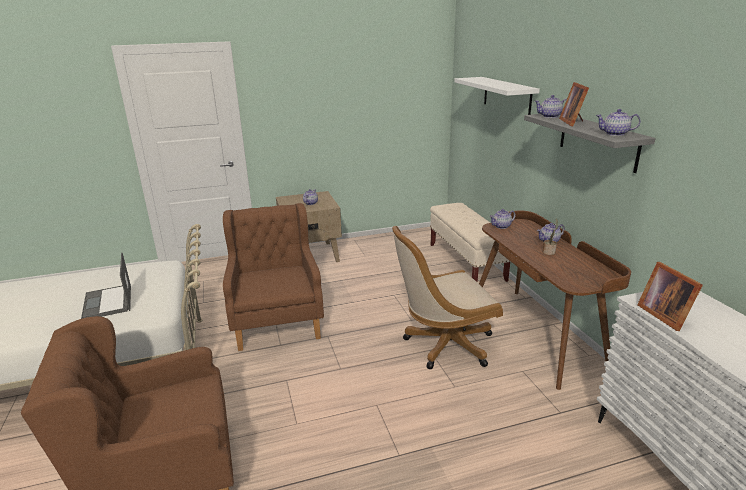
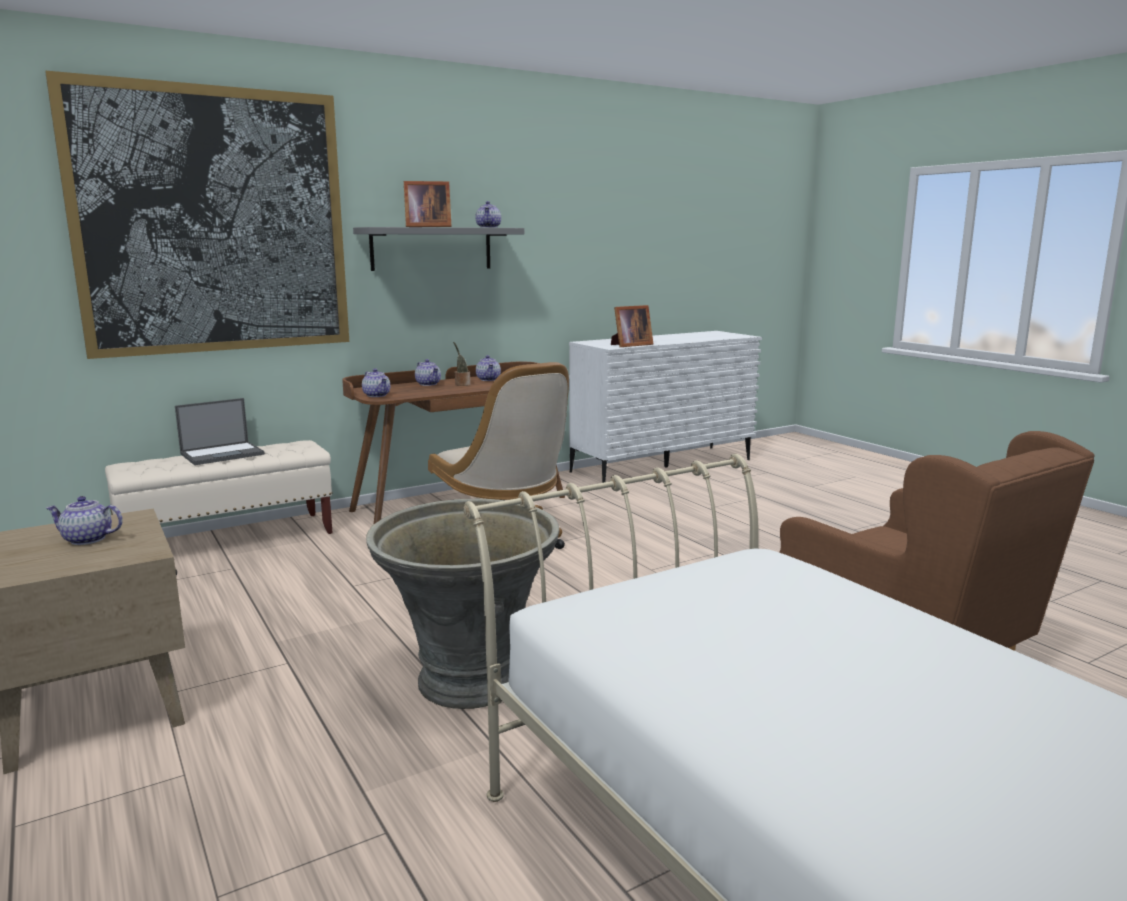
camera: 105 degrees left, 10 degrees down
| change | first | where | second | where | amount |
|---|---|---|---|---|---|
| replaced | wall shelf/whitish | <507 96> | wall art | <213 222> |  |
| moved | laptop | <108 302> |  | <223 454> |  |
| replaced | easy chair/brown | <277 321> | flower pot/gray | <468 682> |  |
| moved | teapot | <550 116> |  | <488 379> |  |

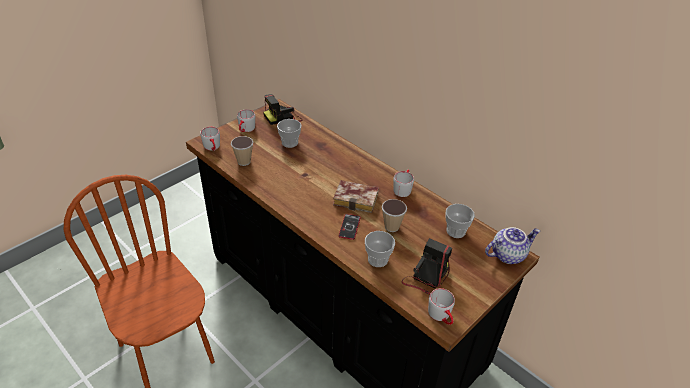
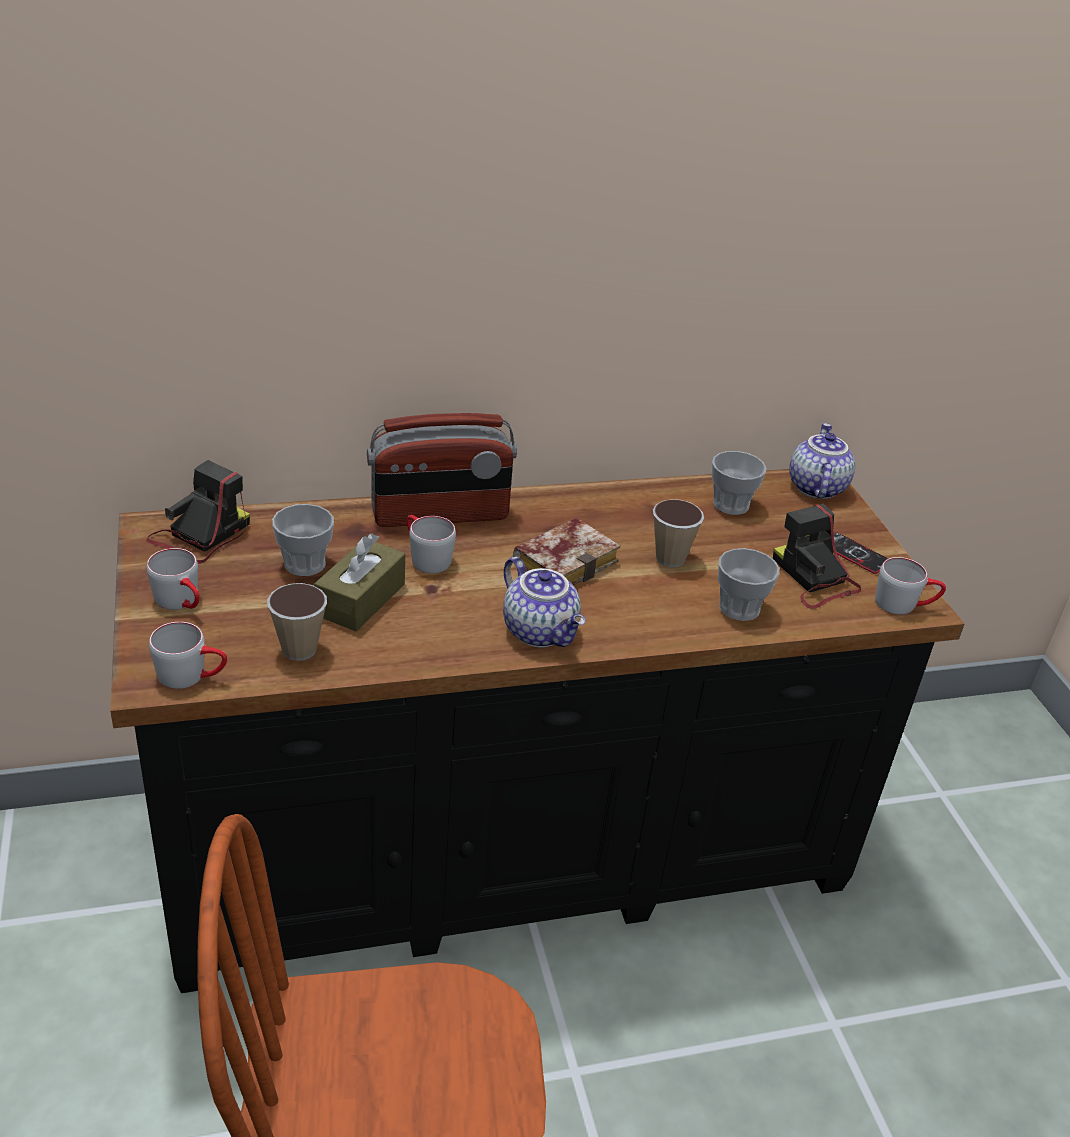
camera: 60 degrees left, 5 degrees down
| change | first | where | second | where | amount |
|---|---|---|---|---|---|
| turned | still camera | <283 117> |  | <201 536> | 150 degrees counterclockwise |
| added |  |  | box of tissues/brown | <360 599> |  |
| added |  |  | radio set | <440 515> |  |
| moved | coffee mug/gray | <403 188> |  | <425 557> |  |
| added |  |  | teapot | <541 631> |  |
| moved | telephone | <349 227> |  | <854 554> |  |

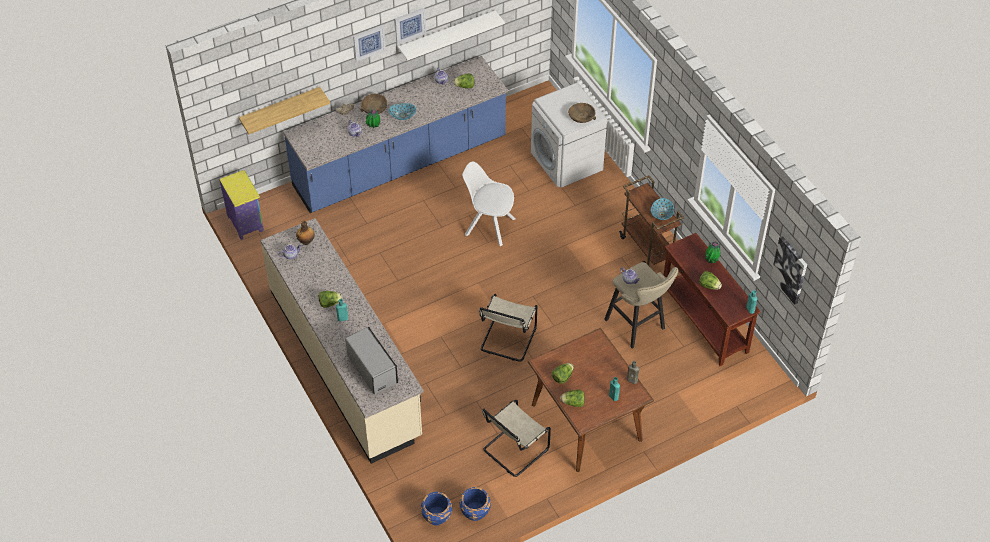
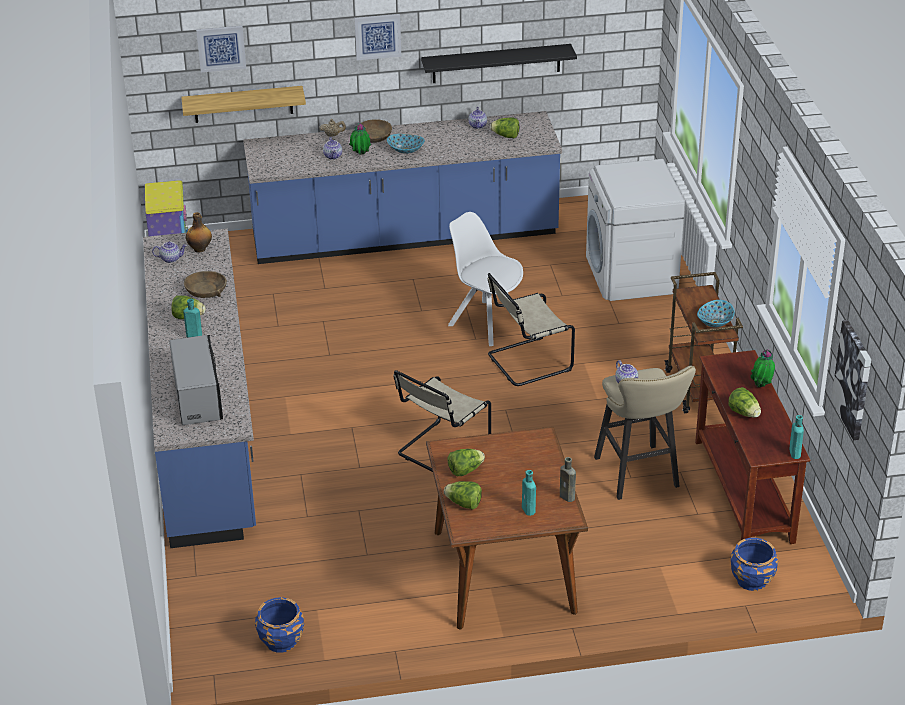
camera: 20 degrees right, 15 degrees down
| change | first | where | second | where | amount |
|---|---|---|---|---|---|
| recoloured | kitchen base unit/sand-coloured | <345 362> | kitchen base unit/blue-coloured | <205 428> |  |
| moved | deep dish/brown | <581 116> |  | <206 290> |  |
| moved | wall art | <410 25> |  | <221 48> |  |
| recoloured | wall shelf/whitish | <447 36> | wall shelf/blackish | <496 63> |  |
| moved | plain chair/sand-coloured | <514 450> |  | <526 363> |  |
| moved | flower pot/blue-coloured | <436 516> |  | <751 580> |  |

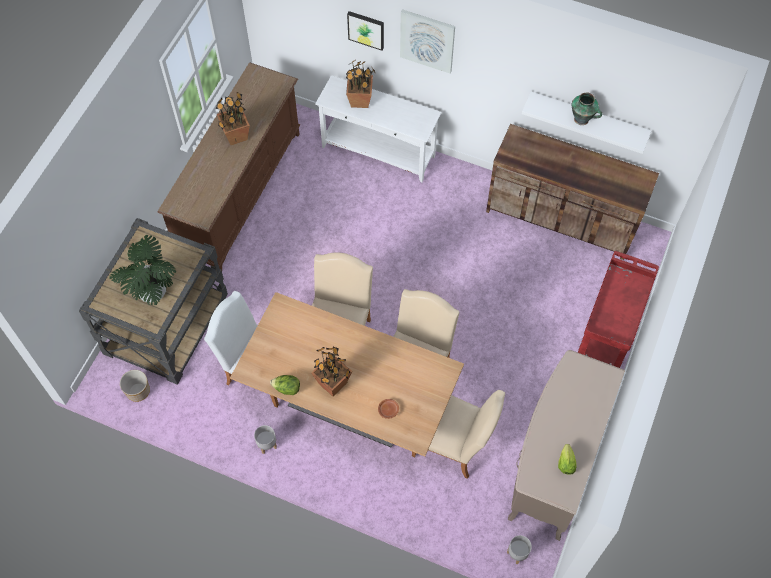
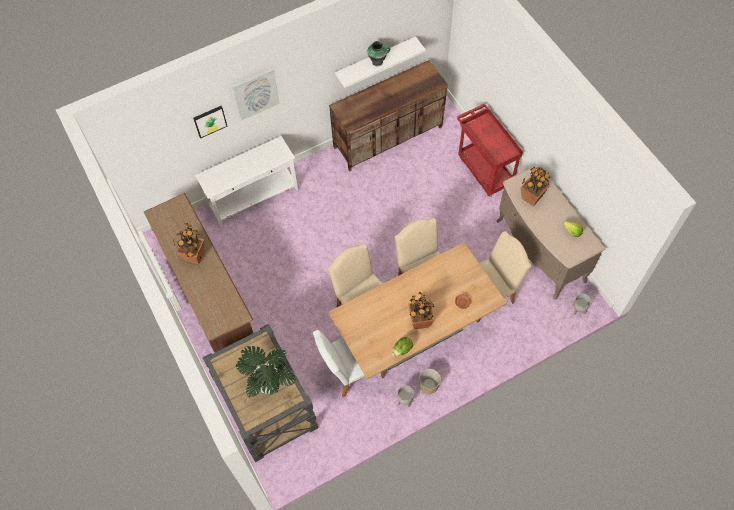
camera: 50 degrees left, 0 degrees up
| change | first | where | second | where | amount |
|---|---|---|---|---|---|
| moved | flower pot | <137 391> |  | <428 385> |  |
| moved | plant in a pot | <360 100> |  | <531 197> |  |

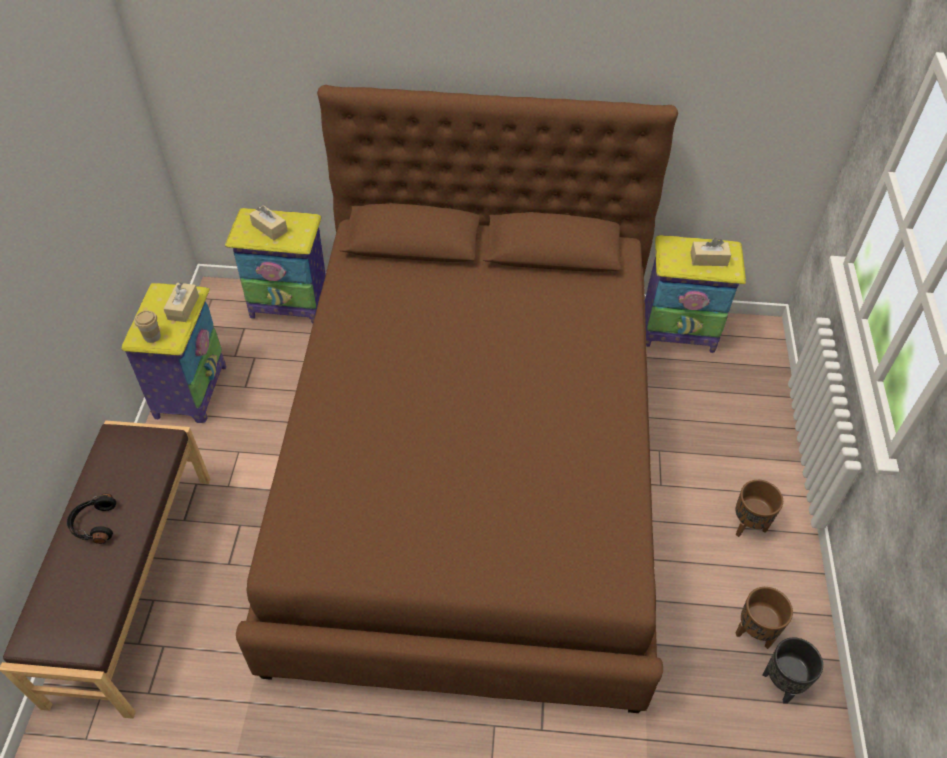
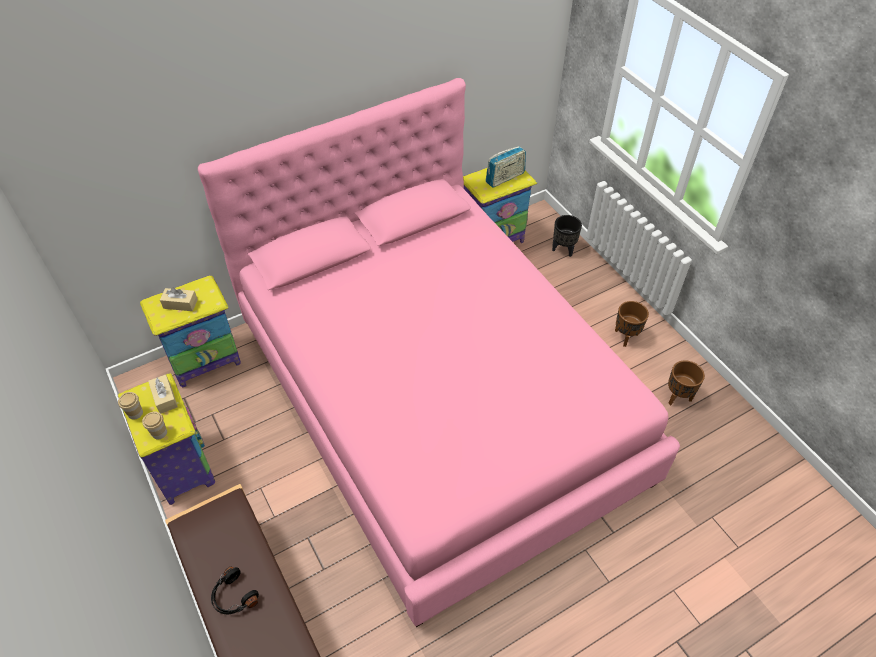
camera: 35 degrees left, 0 degrees up
| change | first | where | second | where | amount |
|---|---|---|---|---|---|
| added |  |  | small cup | <135 413> |  |
| recoloured | bedroom bed/brown | <473 468> | bedroom bed/pinkish | <437 399> |  |
| replaced | box of tissues/sand-coloured | <708 259> | radio set | <505 178> |  |
| moved | flower pot/blackish | <782 683> |  | <563 249> |  |

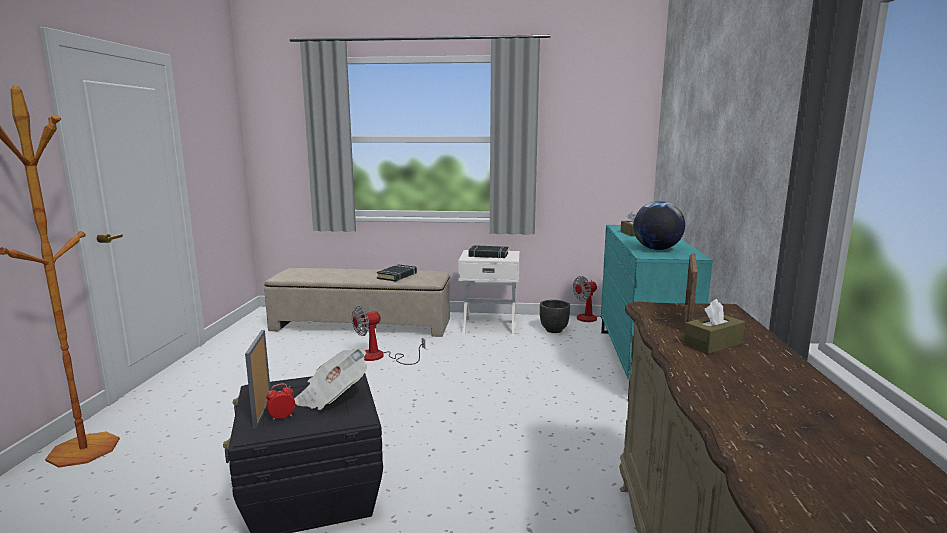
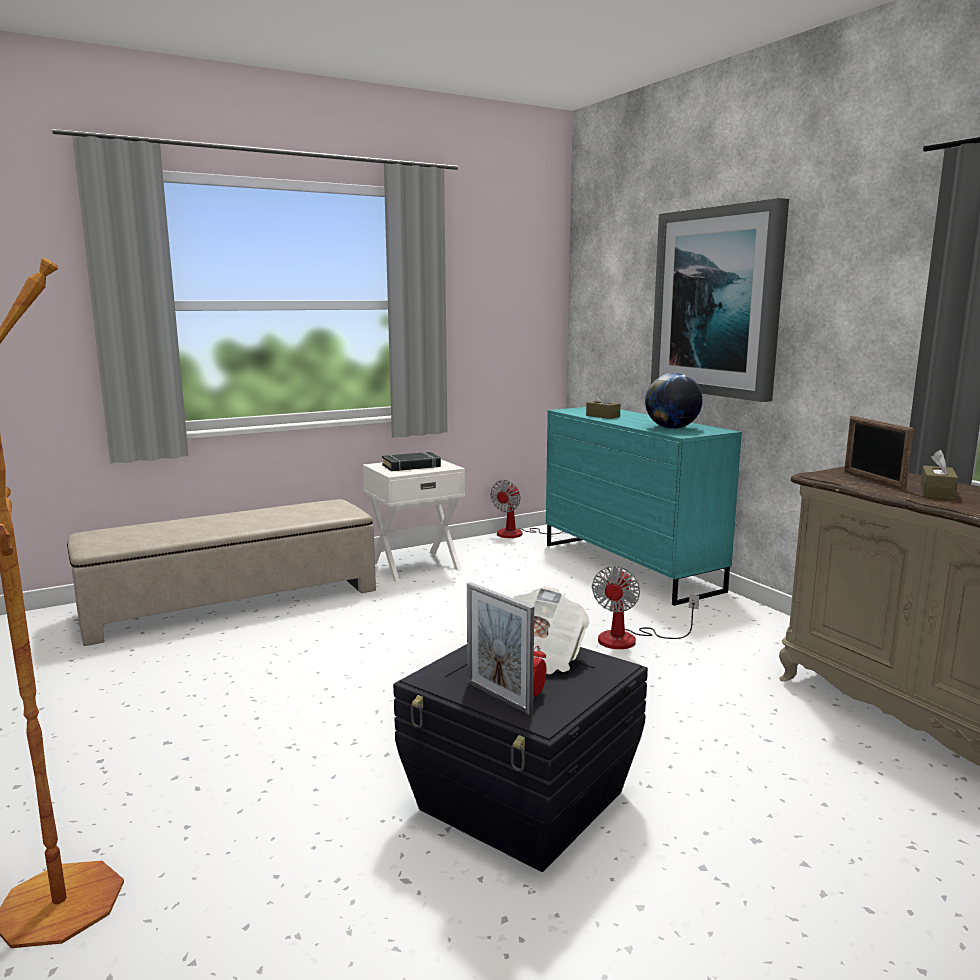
camera: 35 degrees left, 0 degrees up
| change | first | where | second | where | amount |
|---|---|---|---|---|---|
| moved | cooling fan | <380 357> |  | <630 639> |  |
| added |  |  | wall art | <717 302> |  |
| removed | volume/blackish | <397 276> |  |  |  |
| removed | flower pot/blackish | <553 330> |  |  |  |

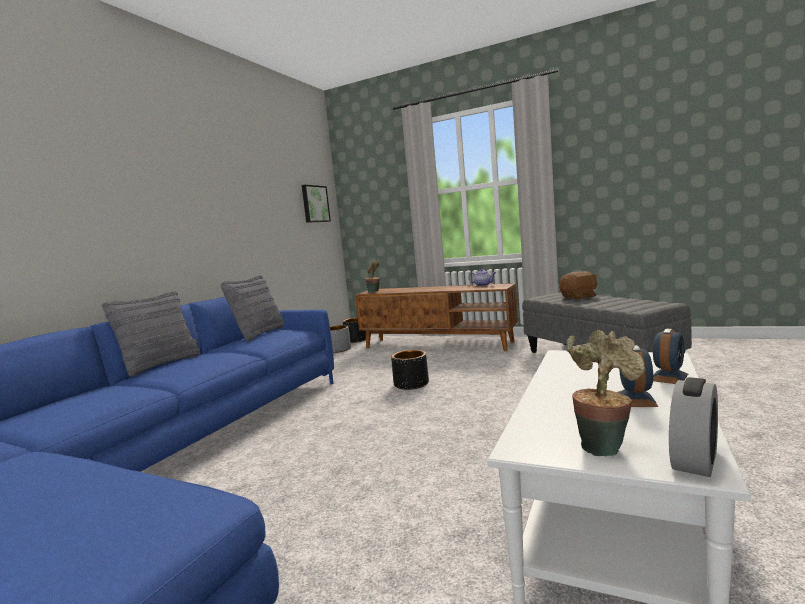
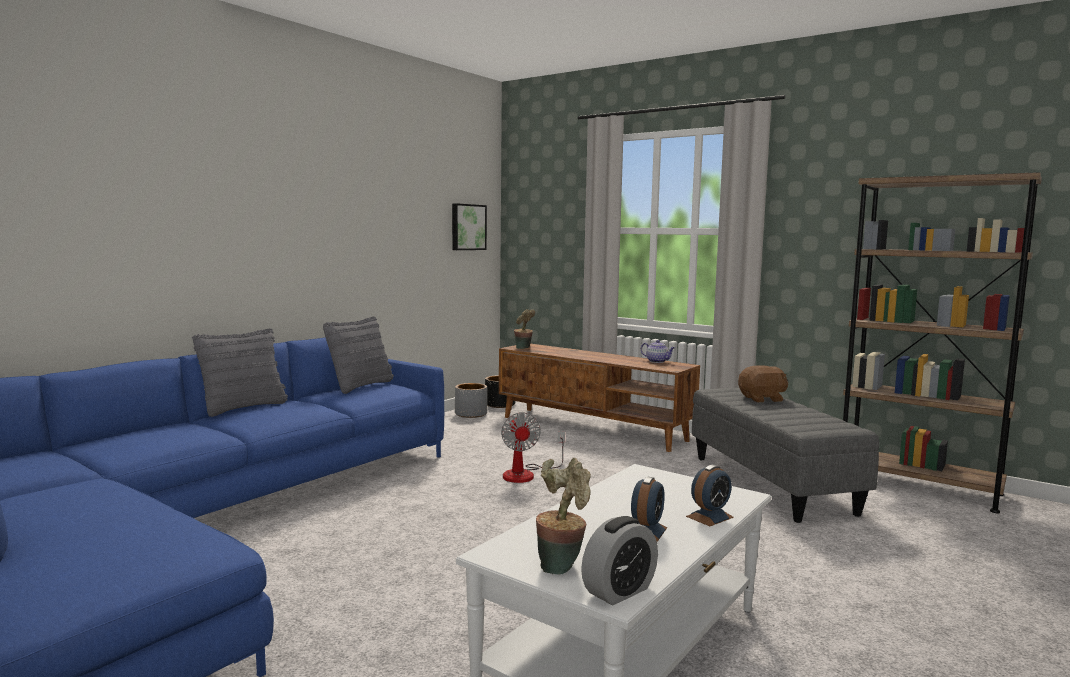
camera: 10 degrees right, 0 degrees up
| change | first | where | second | where | amount |
|---|---|---|---|---|---|
| replaced | flower pot/blackish | <411 384> | cooling fan | <526 474> |  |
| added |  |  | bookcase/brown | <917 487> |  |

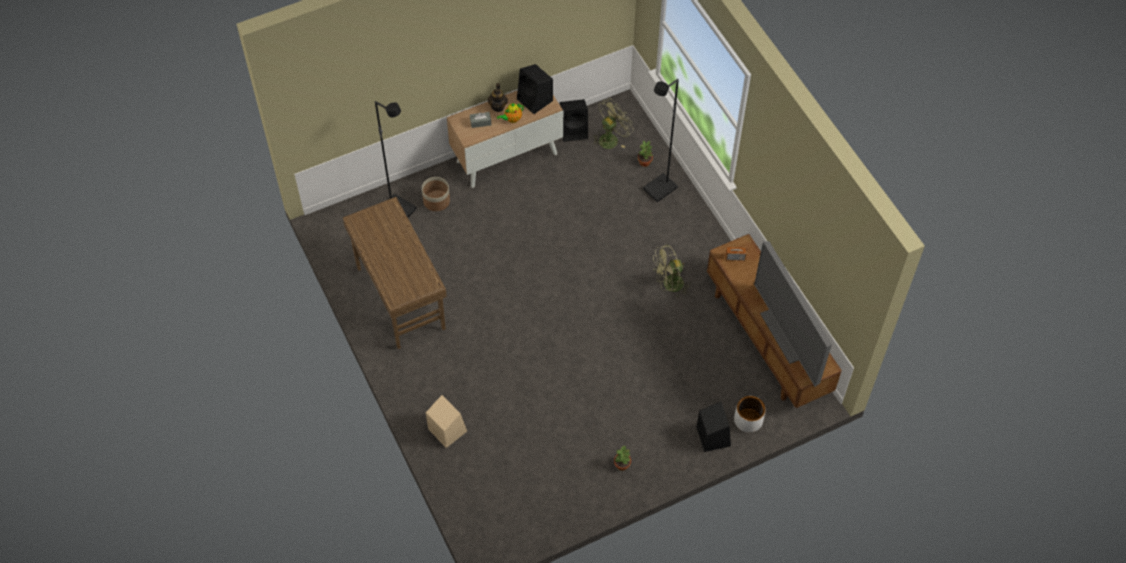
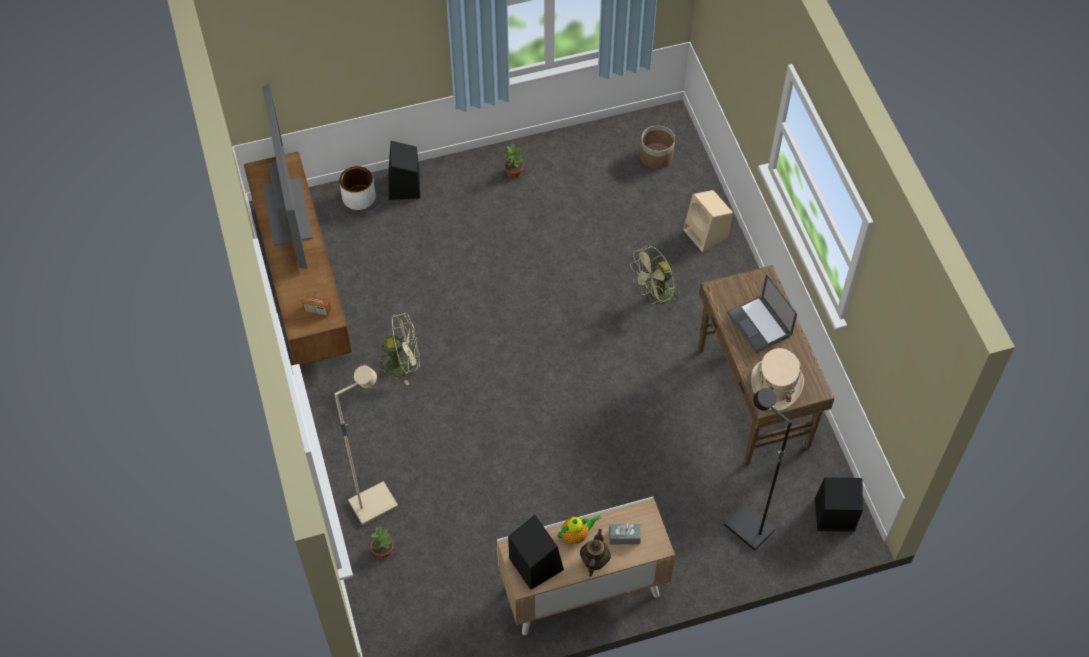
camera: 170 degrees left, 0 degrees up
| change | first | where | second | where | amount |
|---|---|---|---|---|---|
| recoloured | standard lamp/blackish | <660 189> | standard lamp/sand-coloured | <373 503> |  |
| moved | cooling fan/green | <611 138> |  | <655 297> |  |
| moved | flower pot | <436 201> |  | <656 156> |  |
| added |  |  | laptop | <760 324> |  |
| added |  |  | hat/sand-coloured | <775 384> |  |
| moved | loudspeaker/blackish | <574 130> |  | <833 515> |  |

